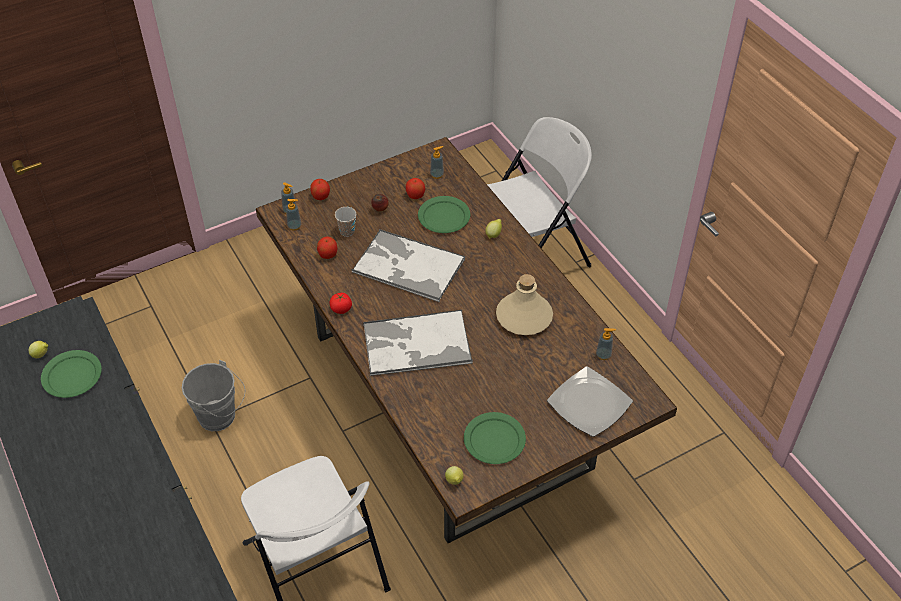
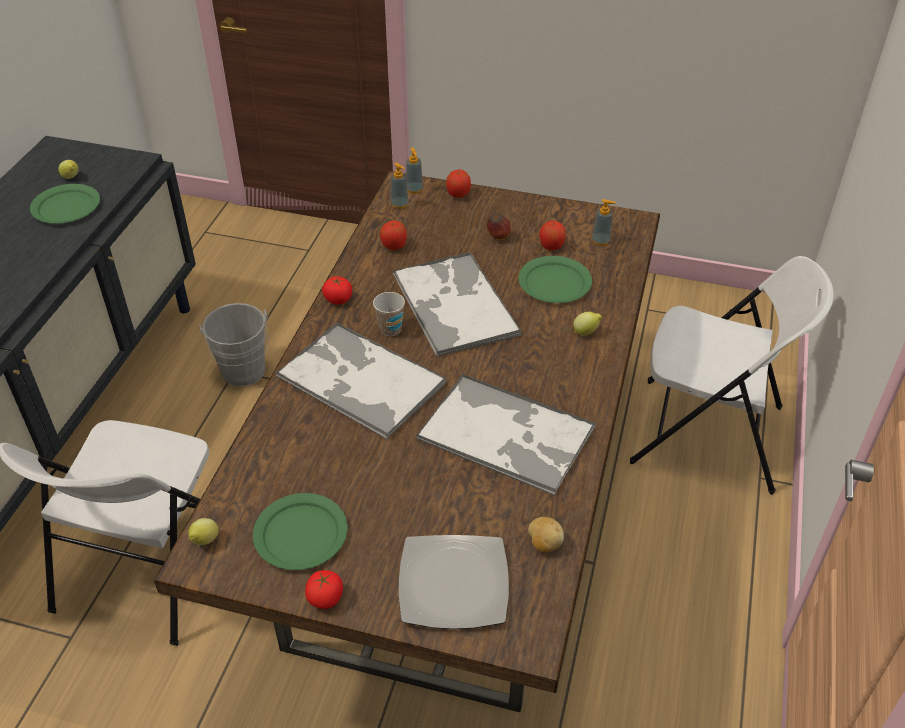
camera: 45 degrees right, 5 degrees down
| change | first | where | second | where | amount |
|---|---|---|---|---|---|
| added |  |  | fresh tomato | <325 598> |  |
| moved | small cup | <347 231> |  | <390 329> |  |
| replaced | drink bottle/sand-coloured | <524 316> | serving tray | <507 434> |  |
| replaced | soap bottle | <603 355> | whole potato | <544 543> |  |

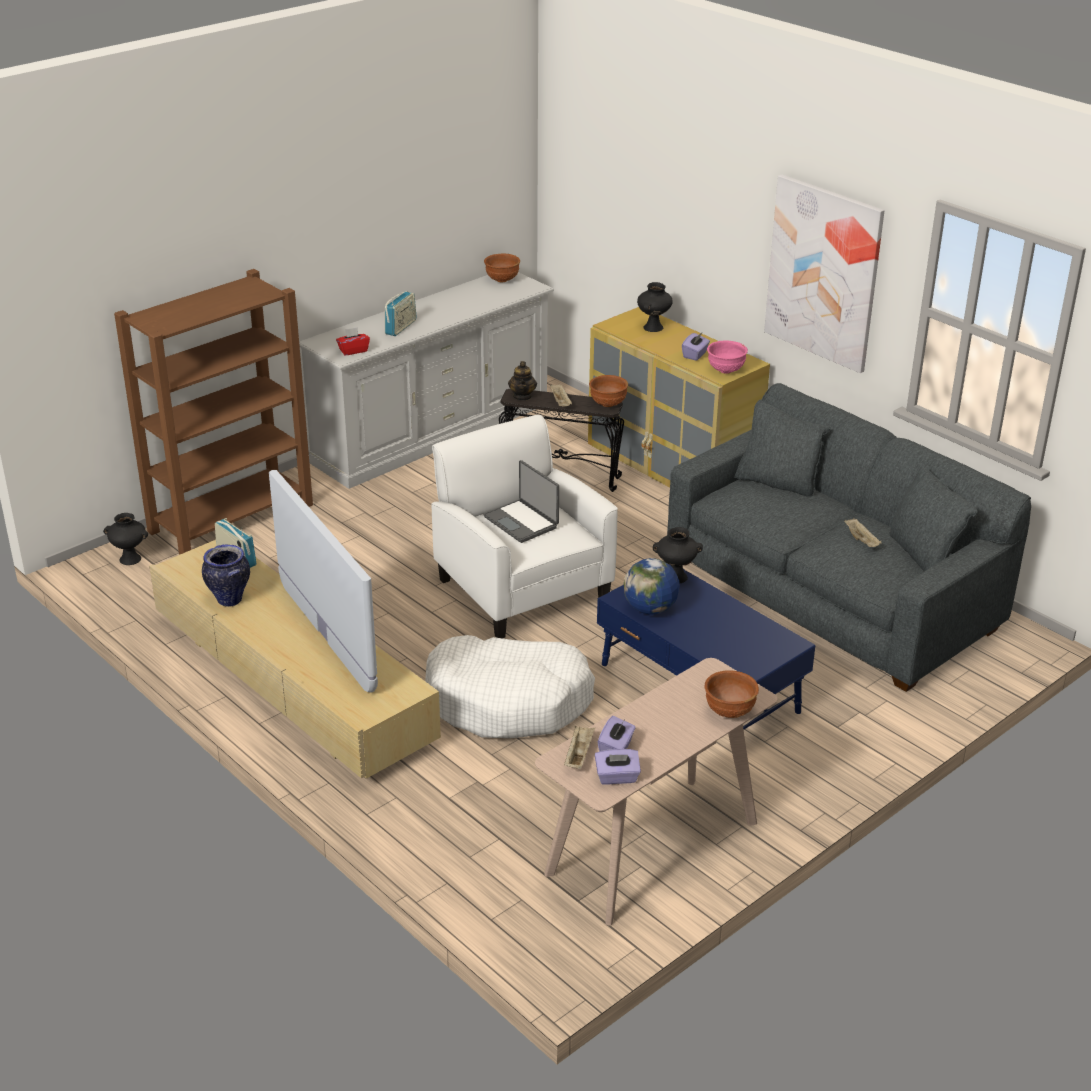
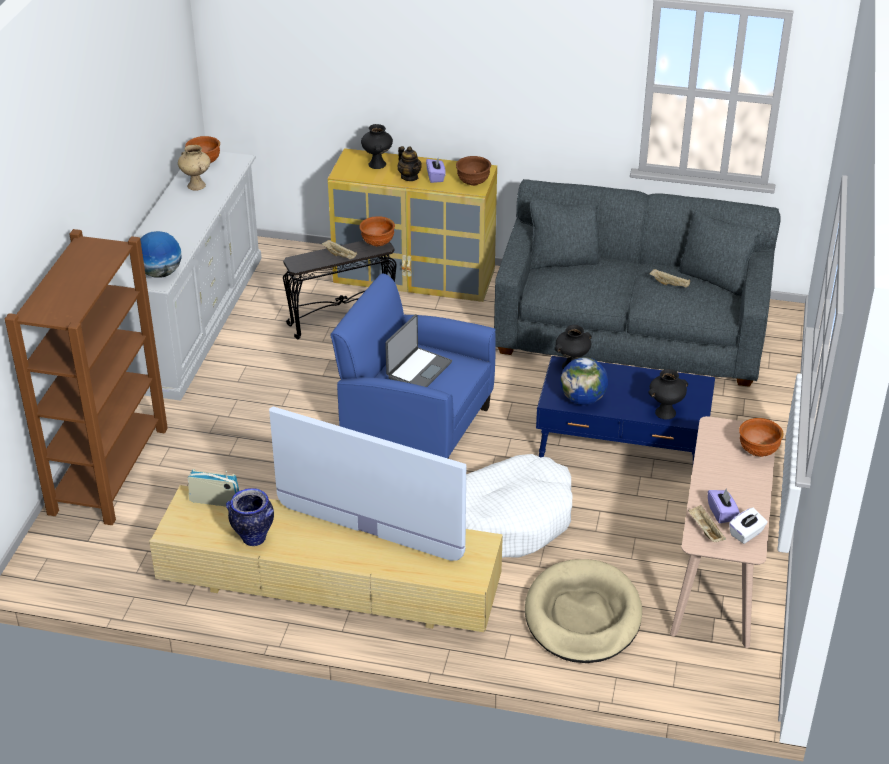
camera: 35 degrees left, 5 degrees up
| change | first | where | second | where | amount |
|---|---|---|---|---|---|
| replaced | box of tissues/red | <353 351> | desk globe | <160 273> |  |
| added |  |  | vase/sand-coloured | <197 185> |  |
| recoloured | easy chair/whitish | <522 589> | easy chair/blue-coloured | <416 426> |  |
| turned | laptop | <522 522> |  | <418 370> | 75 degrees counterclockwise |
| moved | teapot | <522 396> |  | <409 177> |  |
| recoloured | deep dish/pinkish | <725 370> | deep dish/brown | <472 182> |  |
| added |  |  | dog bed/sand-coloured | <582 616> |  |
| moved | vase/blackish | <131 559> |  | <665 412> |  |
| recoloured | box of tissues/purple-coloured | <617 777> | box of tissues/whitish | <746 534> |  |
| removed | radio set | <400 327> |  |  |  |
| removed | wall art | <824 273> |  |  |  |

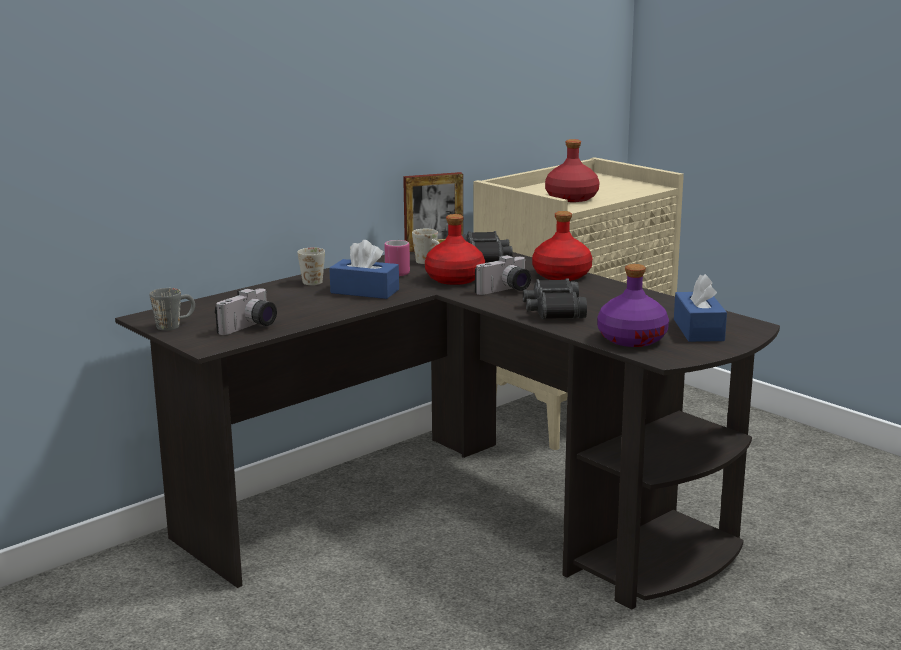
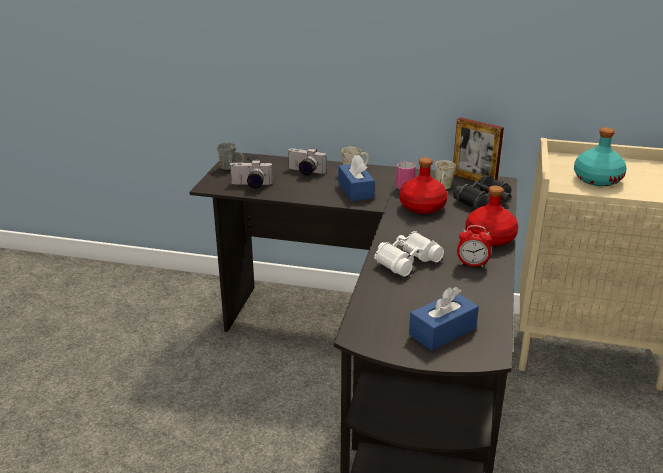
camera: 55 degrees right, 10 degrees up
| change | first | where | second | where | amount |
|---|---|---|---|---|---|
| moved | still camera | <506 291> |  | <305 172> |  |
| recoloured | binoculars/blackish | <553 310> | binoculars/whitish | <406 260> |  |
| added |  |  | table clock | <472 264> |  |
| recoloured | drink bottle/red | <571 198> | drink bottle/turquoise-coloured | <597 179> |  |
| removed | drink bottle/purple-coloured | <631 338> |  |  |  |

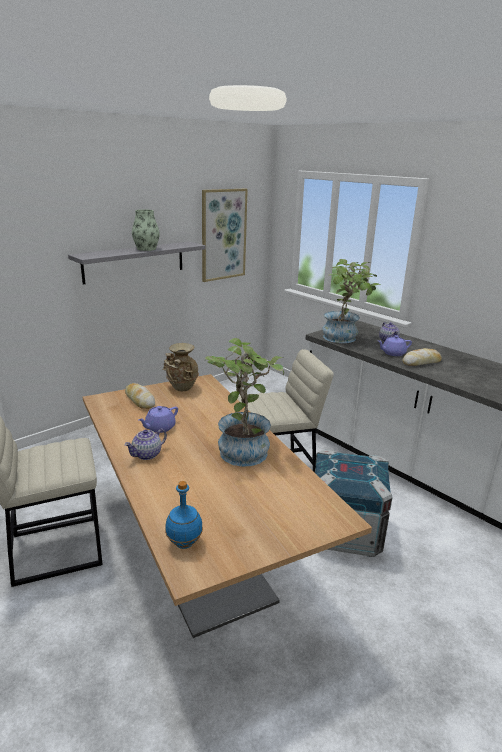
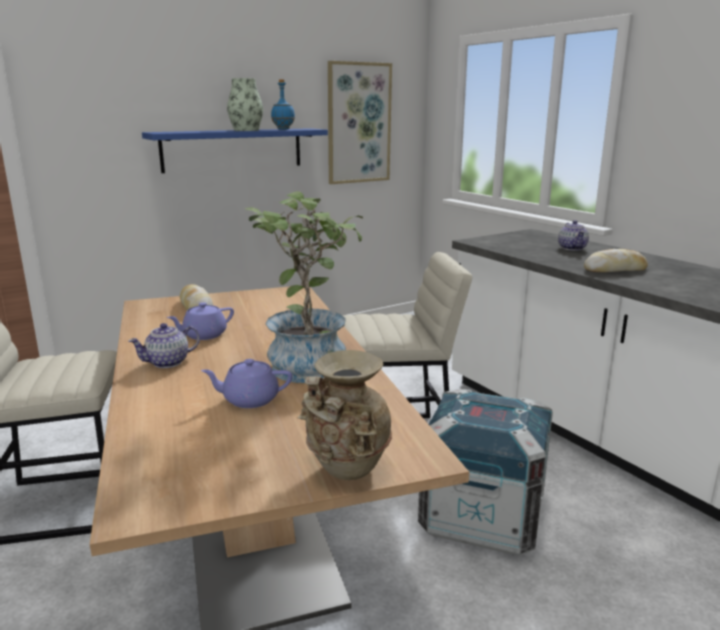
camera: 10 degrees right, 5 degrees down
| change | first | where | second | where | amount |
|---|---|---|---|---|---|
| recoloured | wall shelf/gray | <134 262> | wall shelf/blue-coloured | <233 149> |  |
| moved | teapot/purple-coloured | <393 353> |  | <249 400> |  |
| moved | drink bottle/blue-coloured | <184 543> |  | <283 129> |  |
| moved | vase/sand-coloured | <181 388> |  | <346 470> |  |
| removed | plant in a pot | <344 338> |  |  |  |

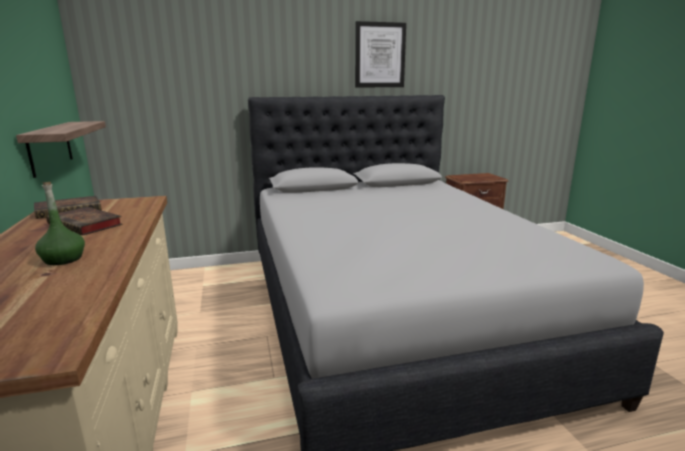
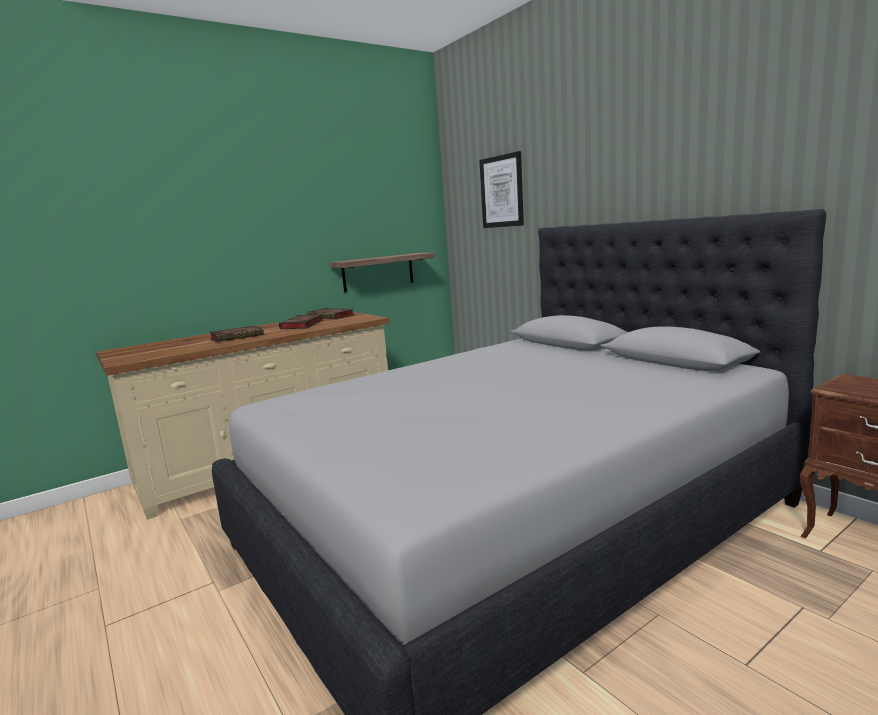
camera: 70 degrees right, 5 degrees down
| change | first | where | second | where | amount |
|---|---|---|---|---|---|
| replaced | drink bottle/green | <63 259> | volume | <238 337> |  |
| moved | wall art | <380 55> |  | <502 191> |  |

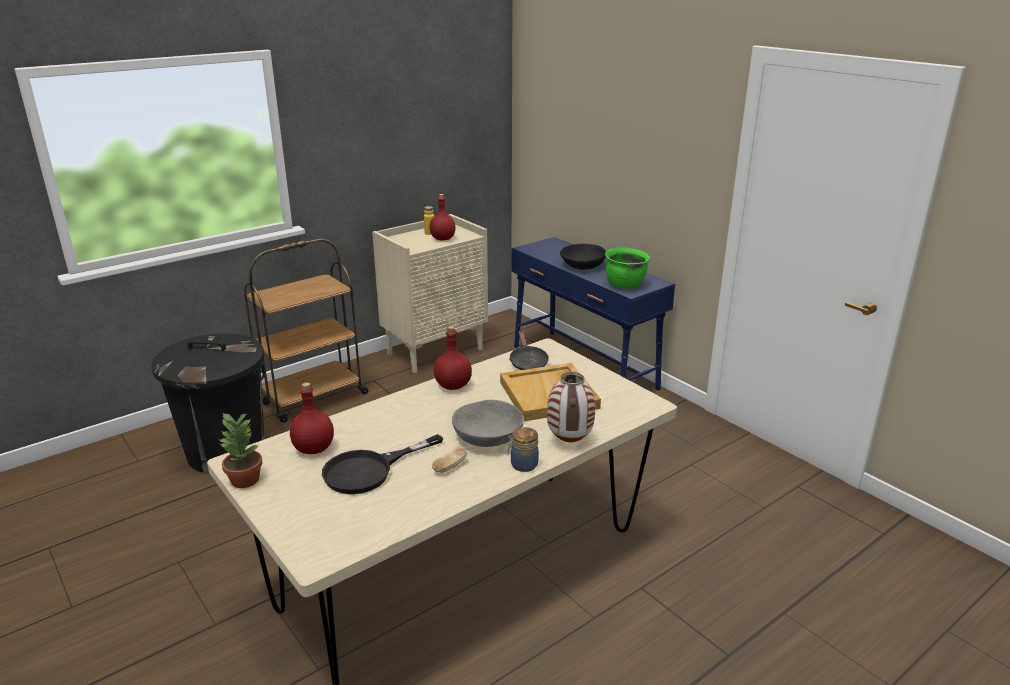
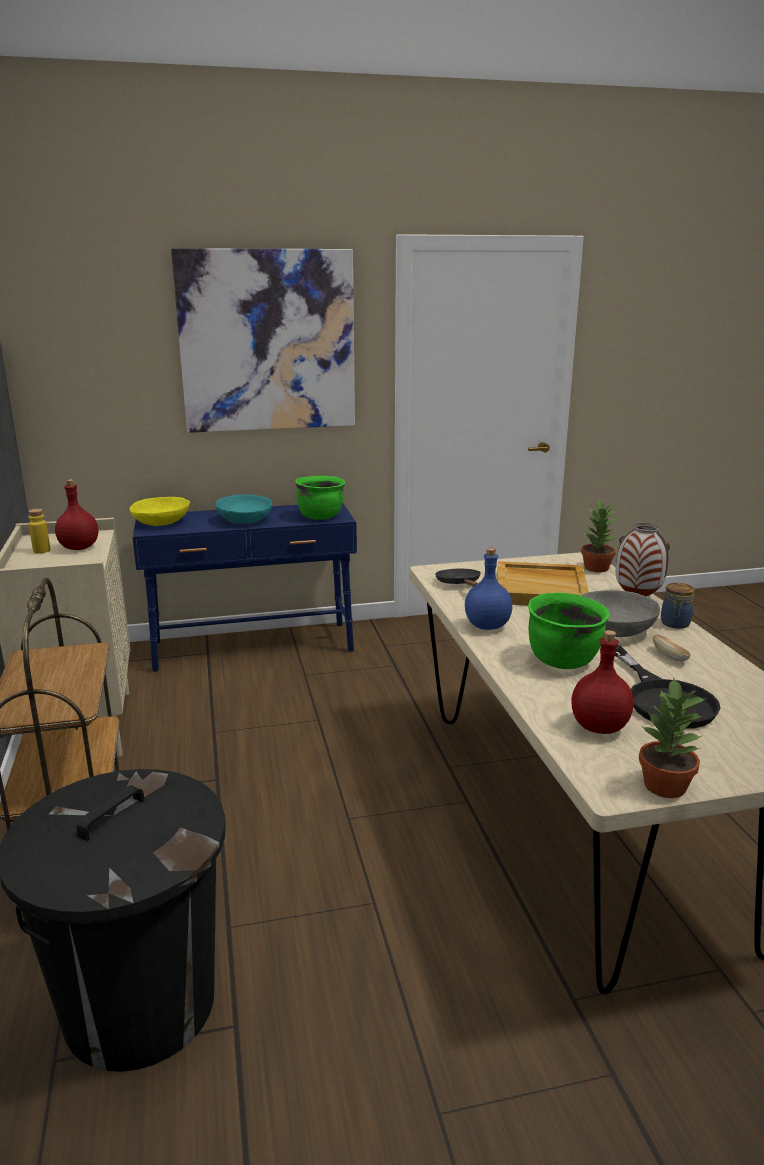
camera: 65 degrees left, 5 degrees down
| change | first | where | second | where | amount |
|---|---|---|---|---|---|
| added |  |  | deep dish/yellowish | <161 522> |  |
| added |  |  | wall art | <268 341> |  |
| recoloured | deep dish/blackish | <583 265> | deep dish/turquoise-coloured | <244 520> |  |
| turned | skillet/blackish | <527 362> |  | <459 584> | 120 degrees counterclockwise |
| recoloured | drink bottle/red | <453 385> | drink bottle/blue-coloured | <486 626> |  |
| added |  |  | cooking pot/green | <563 660> |  |
| added |  |  | plant in a pot | <597 568> |  |

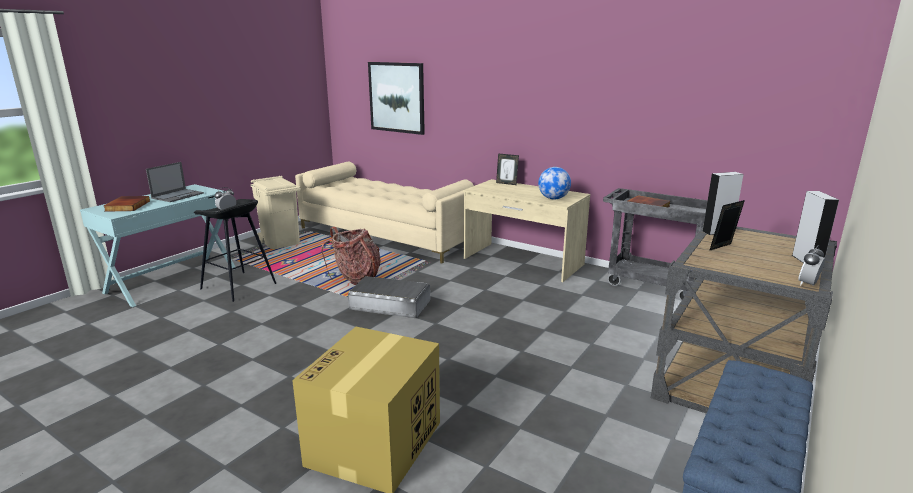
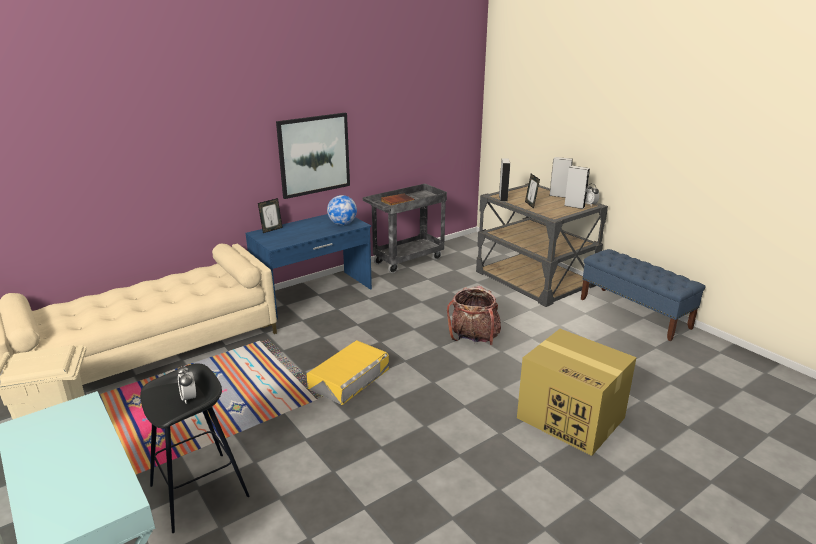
camera: 70 degrees left, 5 degrees up
| change | first | where | second | where | amount |
|---|---|---|---|---|---|
| recoloured | desk/sand-coloured | <522 261> | desk/blue-coloured | <314 294> |  |
| moved | wall art | <397 97> |  | <314 155> |  |
| recoloured | storage bin/gray | <390 304> | storage bin/yellowish | <349 378> |  |
| moved | backpack | <356 279> |  | <474 338> |  |
| added |  |  | loudspeaker/gray | <574 206> |  |
| removed | volume | <127 206> |  |  |  |
| removed | laptop | <178 195> |  |  |  |

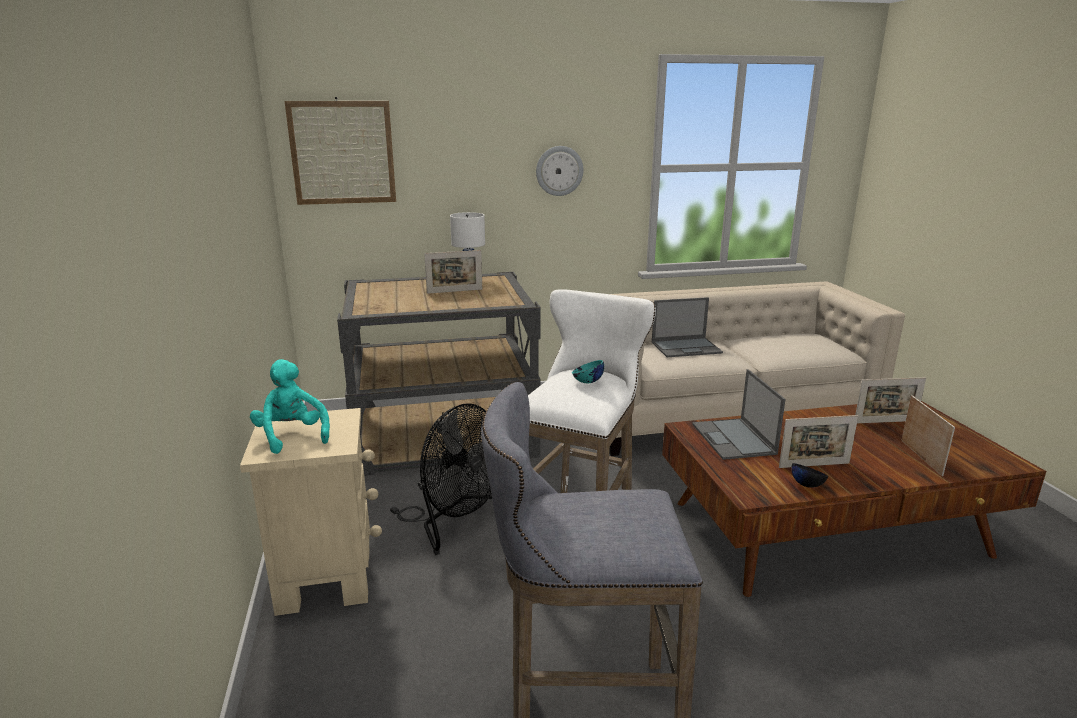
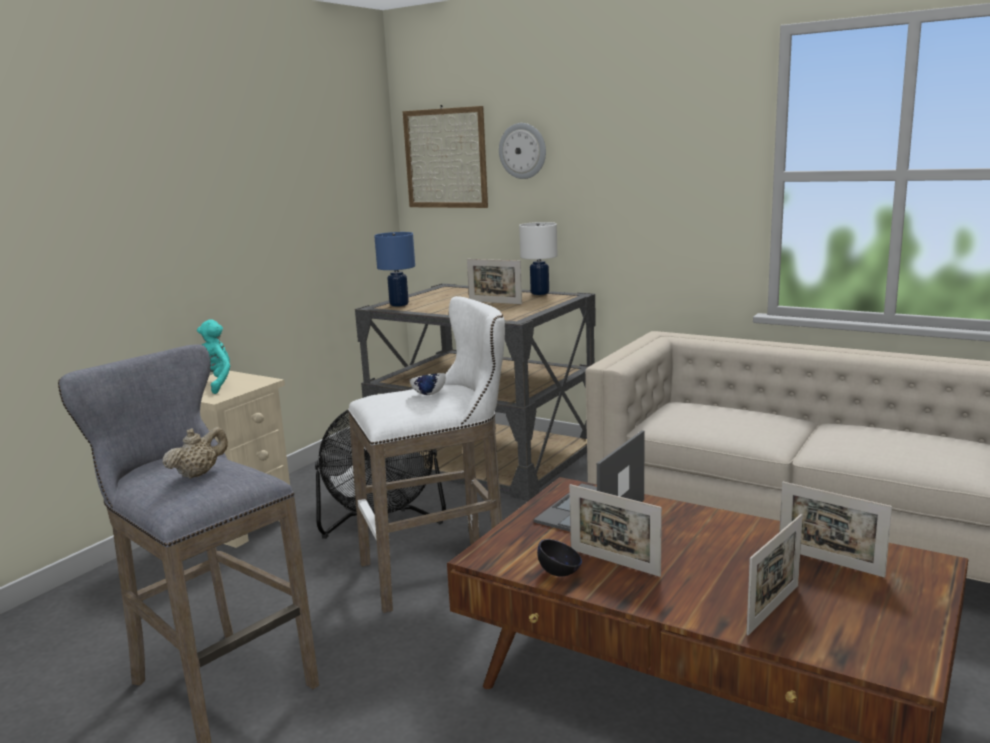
camera: 45 degrees right, 5 degrees down
| change | first | where | second | where | amount |
|---|---|---|---|---|---|
| added |  |  | teapot/sand-coloured | <198 474> |  |
| added |  |  | tabletop lamp/blue-coloured | <400 305> |  |
| recoloured | deep dish/turquoise-coloured | <587 382> | deep dish/whitish | <428 394> |  |
| moved | clock on the wall | <559 171> |  | <523 151> |  |
| removed | laptop | <687 347> |  |  |  |

